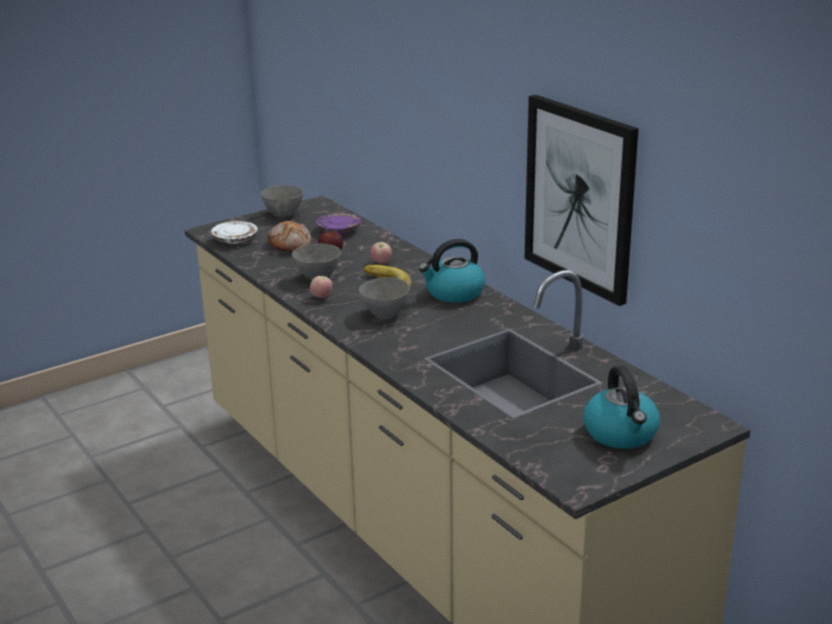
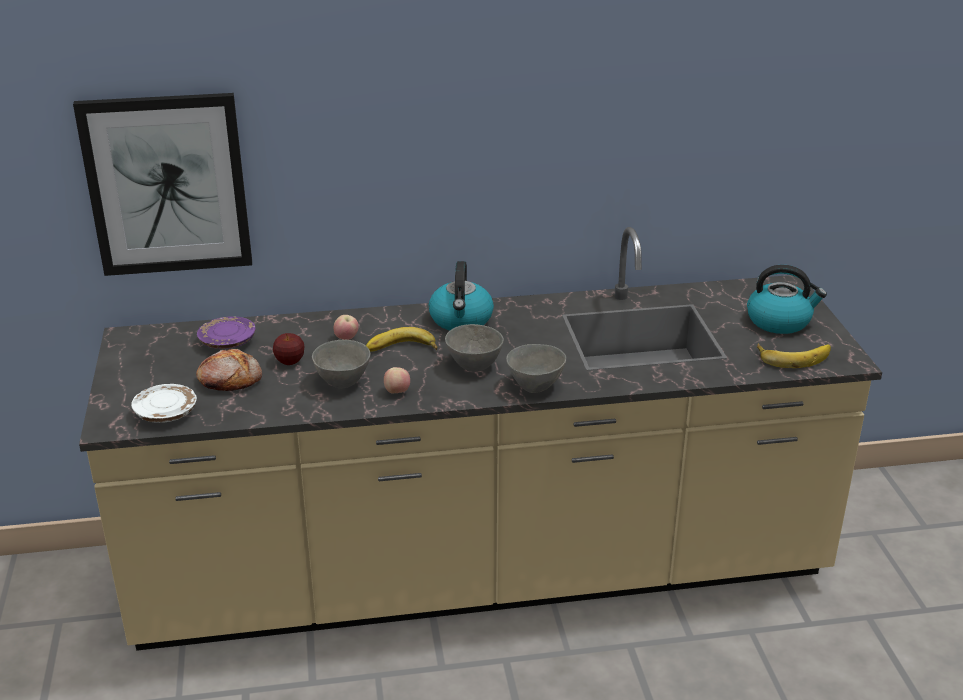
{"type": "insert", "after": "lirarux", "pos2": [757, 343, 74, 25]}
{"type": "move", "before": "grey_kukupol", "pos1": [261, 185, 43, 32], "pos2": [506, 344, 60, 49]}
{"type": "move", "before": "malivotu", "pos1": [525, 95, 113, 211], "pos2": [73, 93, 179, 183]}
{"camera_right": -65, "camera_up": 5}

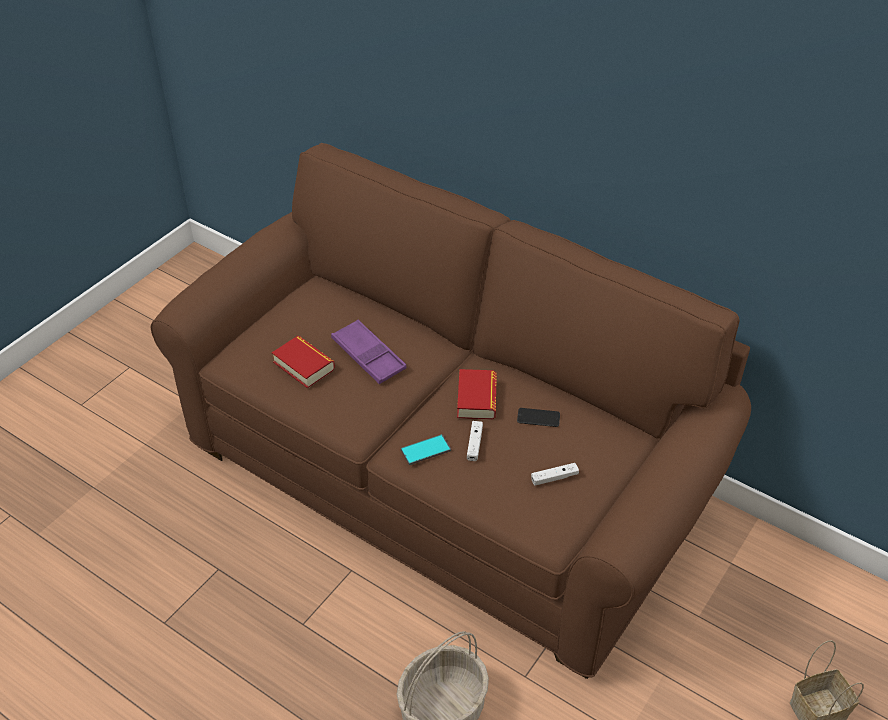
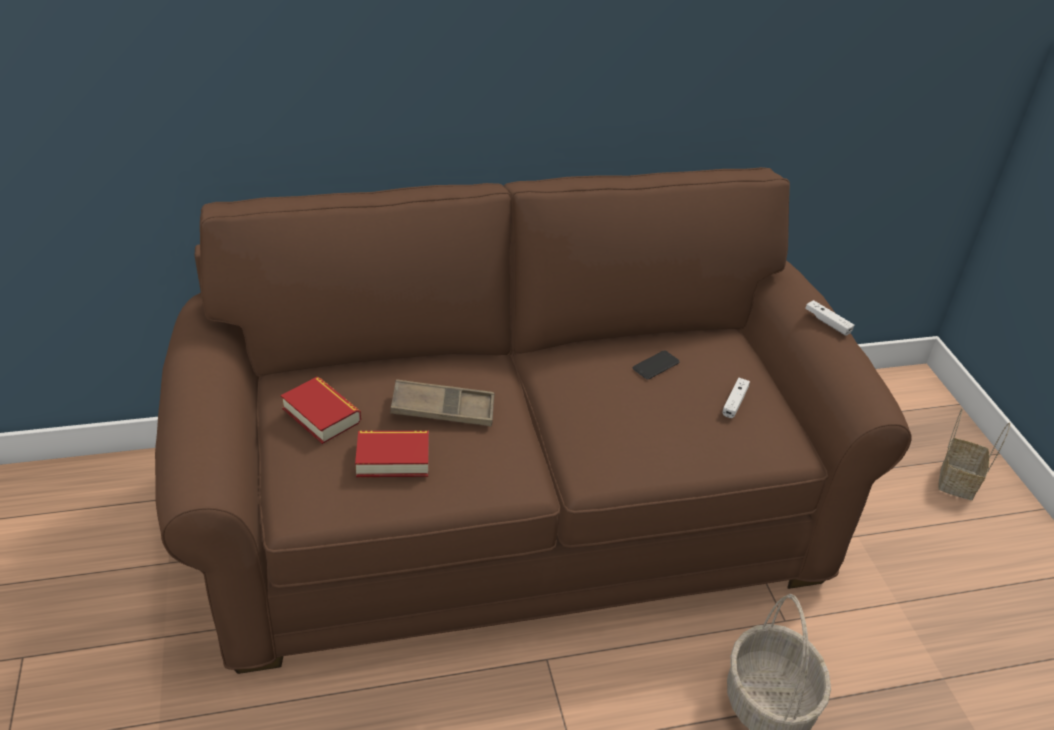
{"type": "delete", "before": "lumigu", "pos1": [401, 434, 50, 31]}
{"type": "move", "before": "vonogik", "pos1": [457, 369, 40, 51], "pos2": [281, 377, 80, 67]}
{"type": "move", "before": "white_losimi", "pos1": [467, 421, 16, 40], "pos2": [805, 300, 49, 36]}
{"type": "recolor", "before": "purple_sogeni", "after": "brown_sogeni", "pos1": [331, 319, 75, 65], "pos2": [390, 379, 104, 47]}
{"camera_right": -50, "camera_up": -5}

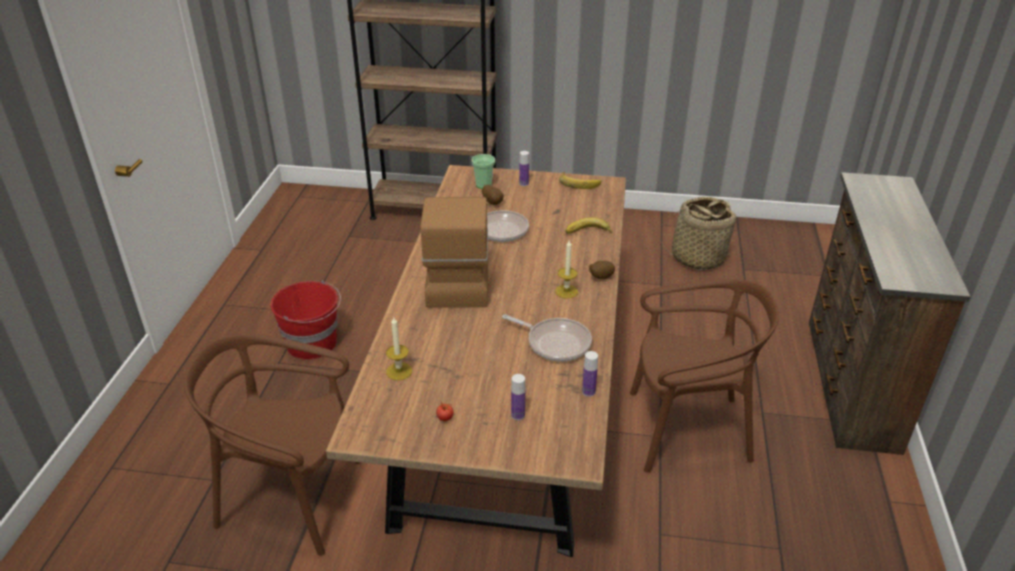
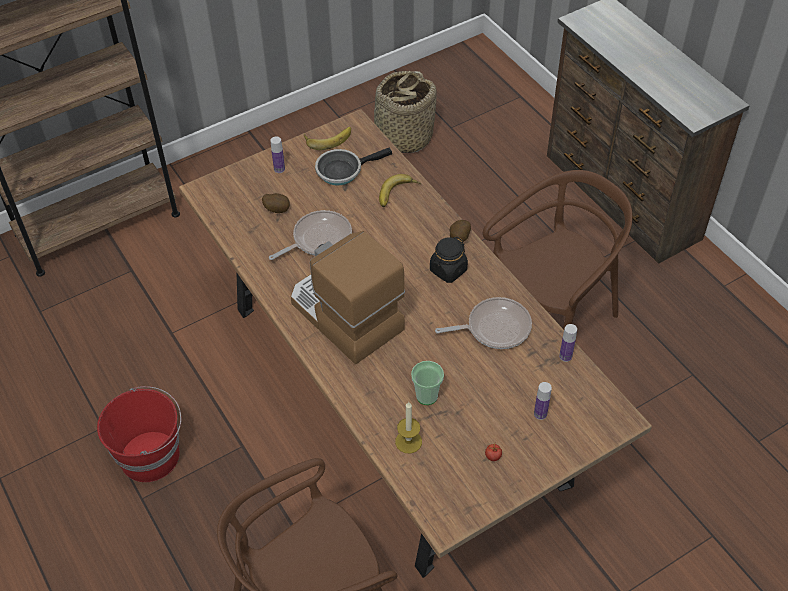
{"type": "insert", "after": "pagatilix", "pos2": [315, 148, 77, 37]}
{"type": "move", "before": "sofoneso", "pos1": [471, 154, 24, 35], "pos2": [411, 361, 33, 44]}
{"type": "replace", "before": "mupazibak", "after": "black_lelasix", "pos1": [555, 239, 23, 60], "pos2": [430, 237, 38, 46]}
{"camera_right": -40, "camera_up": 15}

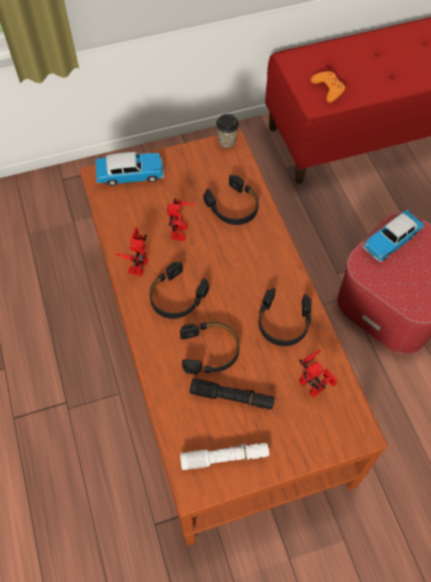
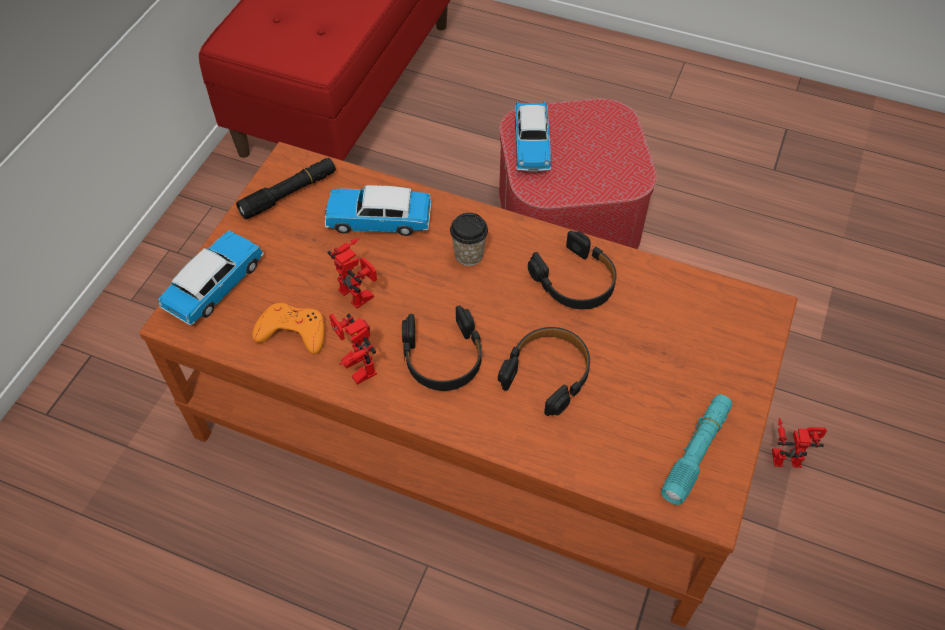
{"type": "move", "before": "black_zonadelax", "pos1": [190, 378, 85, 31], "pos2": [236, 158, 100, 61]}
{"type": "move", "before": "sofoneso", "pos1": [216, 114, 23, 34], "pos2": [450, 213, 38, 53]}
{"type": "move", "before": "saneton", "pos1": [299, 350, 38, 48], "pos2": [772, 418, 55, 50]}
{"type": "move", "before": "orange_losimi", "pos1": [310, 71, 35, 32], "pos2": [252, 303, 72, 51]}
{"type": "replace", "before": "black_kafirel", "after": "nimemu", "pos1": [203, 175, 56, 50], "pos2": [325, 185, 106, 51]}
{"type": "recolor", "before": "white_zonadelax", "after": "turquoise_zonadelax", "pos1": [180, 443, 89, 27], "pos2": [661, 394, 71, 111]}
{"camera_right": -50, "camera_up": -5}

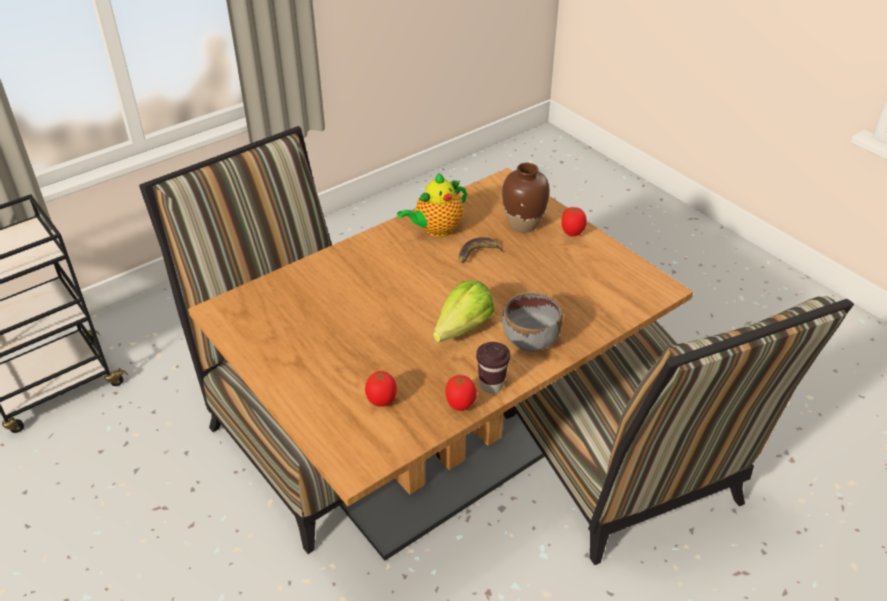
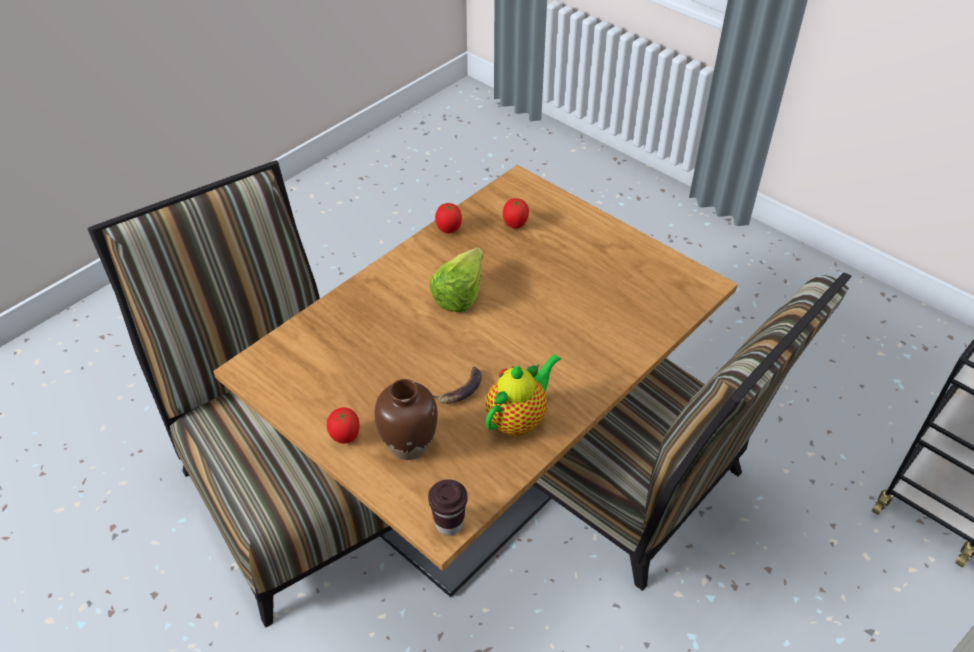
{"type": "delete", "before": "grey_kukupol", "pos1": [502, 292, 61, 60]}
{"type": "move", "before": "brown_sofoneso", "pos1": [476, 342, 34, 51], "pos2": [428, 479, 40, 56]}
{"camera_right": 170, "camera_up": 5}

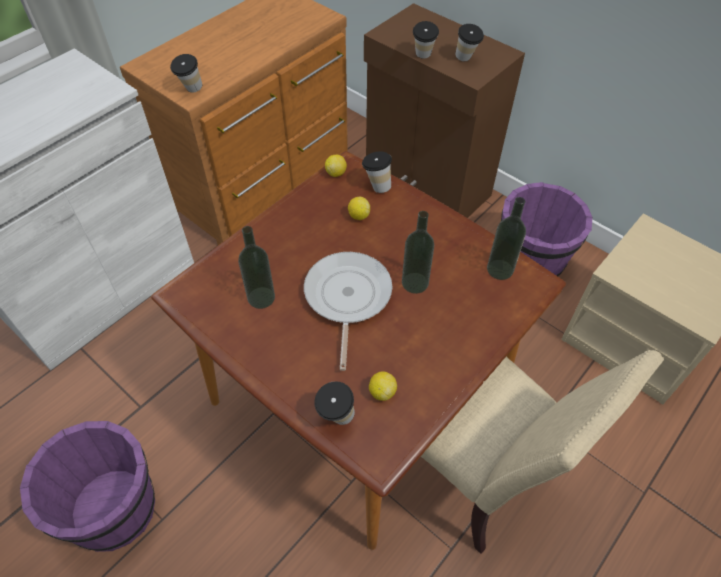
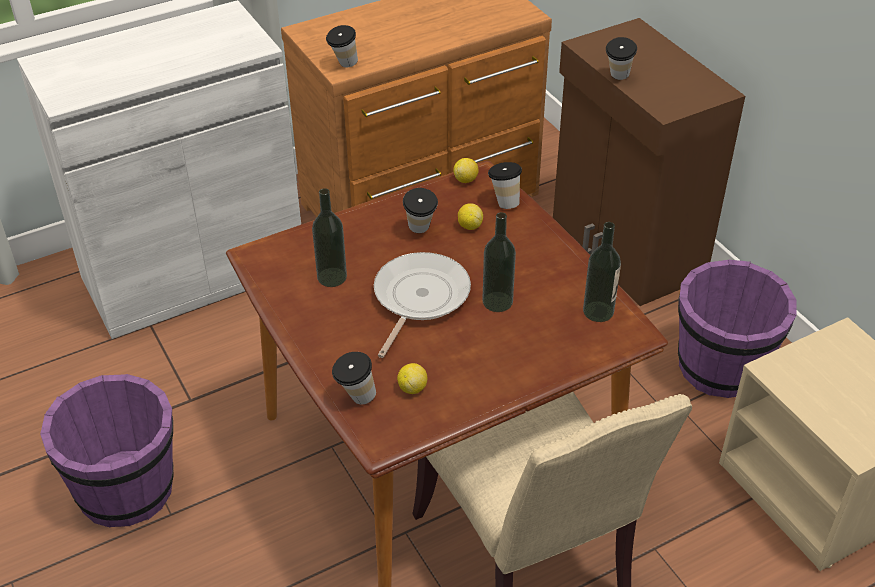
{"type": "move", "before": "sofoneso", "pos1": [455, 24, 29, 37], "pos2": [403, 188, 35, 45]}
{"camera_right": 20, "camera_up": -10}

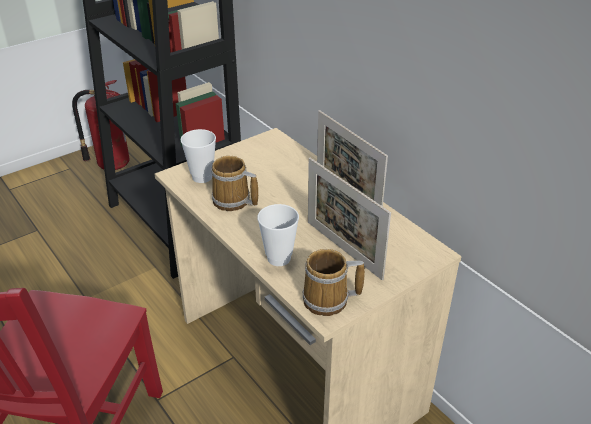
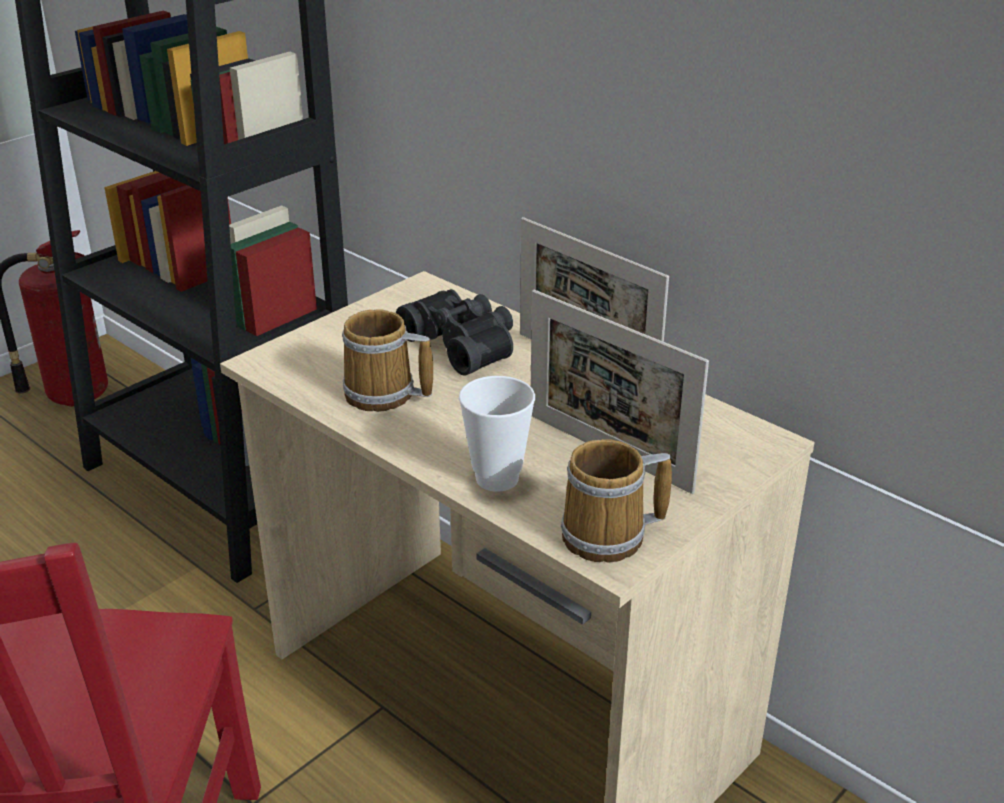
{"type": "delete", "before": "sofoneso", "pos1": [180, 129, 36, 54]}
{"type": "insert", "after": "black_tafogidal", "pos2": [396, 289, 117, 87]}
{"camera_right": -10, "camera_up": -5}

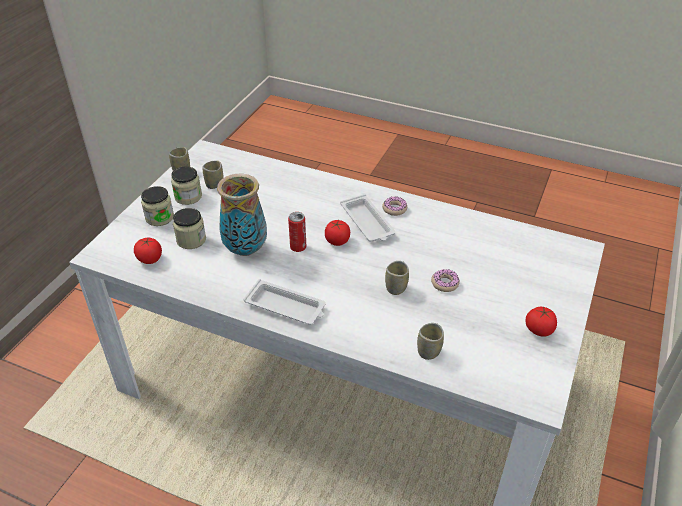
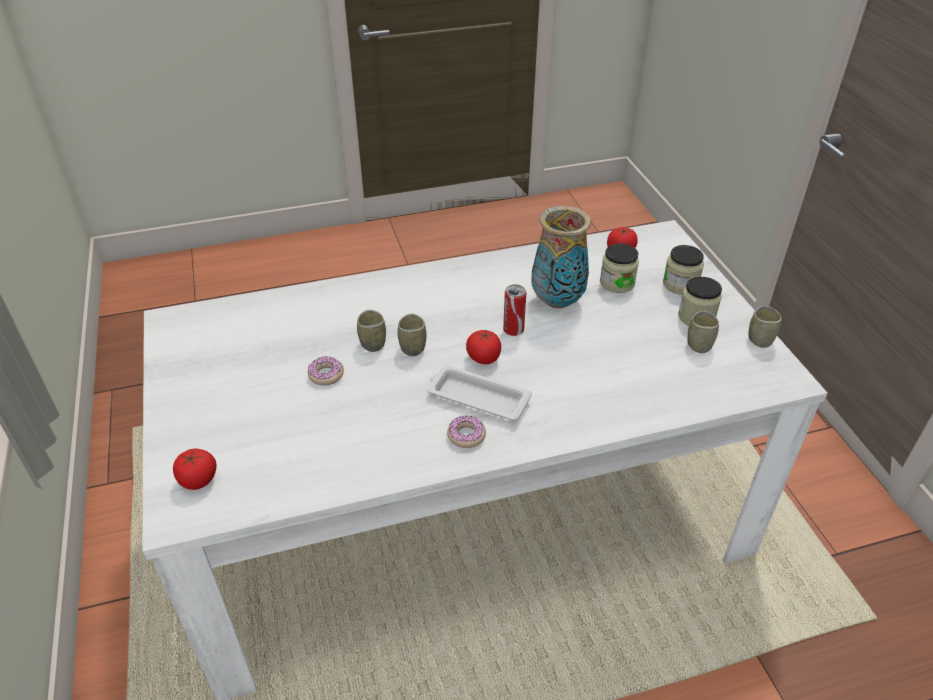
{"type": "delete", "before": "white_sogeni", "pos1": [243, 279, 83, 46]}
{"type": "move", "before": "sofoneso", "pos1": [417, 323, 27, 37], "pos2": [398, 314, 29, 42]}
{"type": "move", "before": "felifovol", "pos1": [526, 307, 31, 30], "pos2": [173, 449, 44, 41]}
{"camera_right": 140, "camera_up": 0}

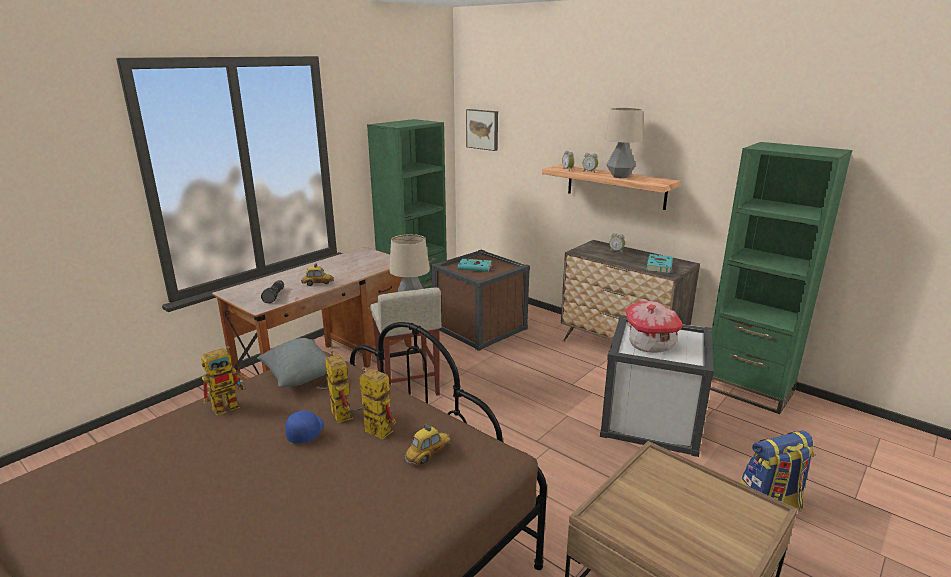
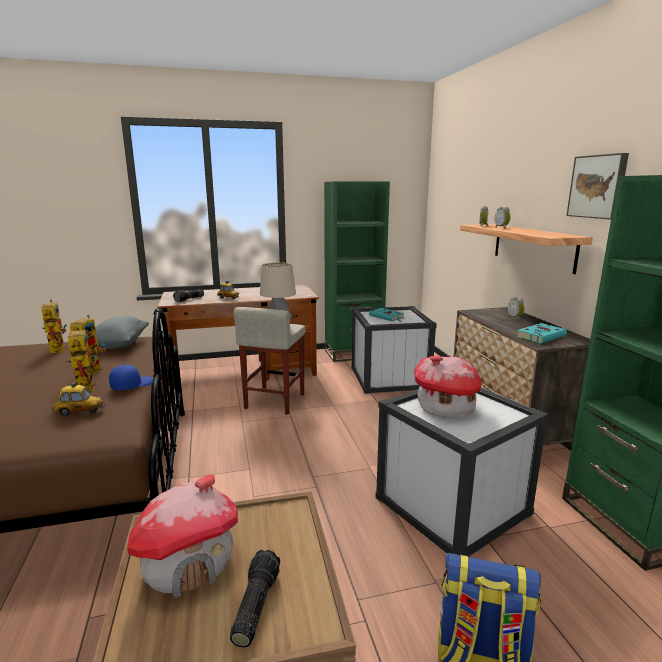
{"type": "delete", "before": "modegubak", "pos1": [605, 108, 38, 70]}
{"type": "insert", "after": "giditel", "pos2": [127, 475, 111, 123]}
{"type": "insert", "after": "zonadelax", "pos2": [230, 550, 50, 98]}
{"type": "move", "before": "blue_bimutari", "pos1": [285, 410, 39, 33], "pos2": [109, 365, 44, 26]}
{"type": "move", "before": "malivotu", "pos1": [466, 109, 32, 42], "pos2": [566, 153, 63, 67]}
{"type": "recolor", "before": "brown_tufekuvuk", "after": "white_tufekuvuk", "pos1": [431, 250, 99, 101], "pos2": [351, 306, 86, 88]}
{"type": "rotate", "before": "saneton", "pos1": [201, 346, 45, 70], "pos2": [41, 300, 26, 53], "turn": -105}
{"camera_right": 35, "camera_up": -5}

